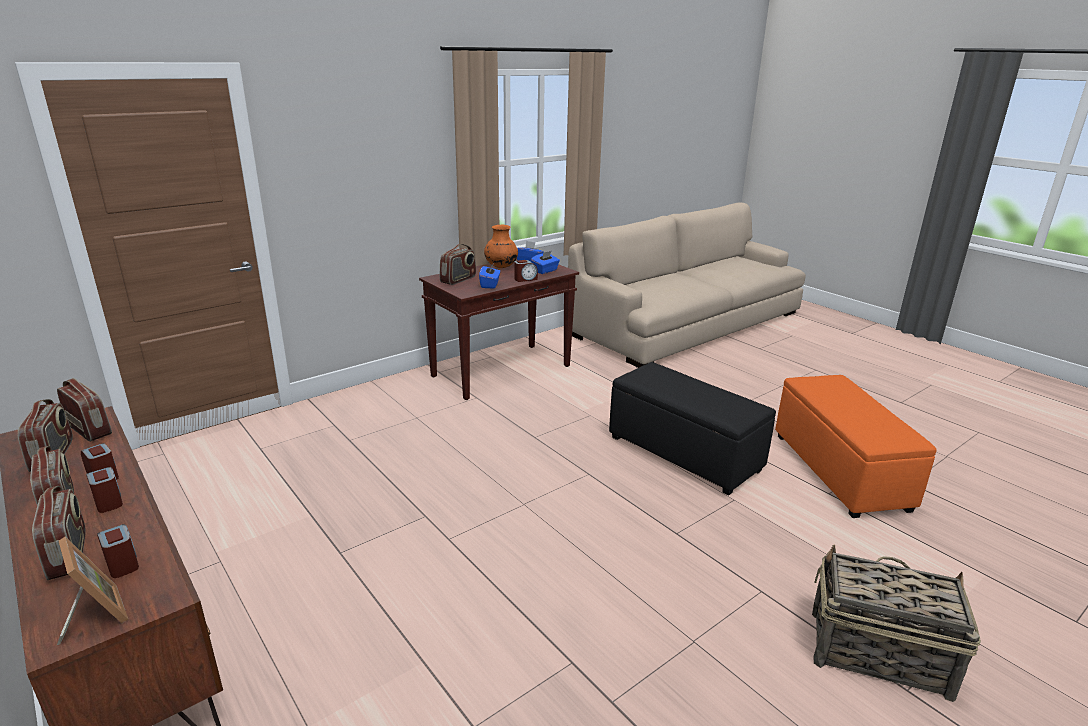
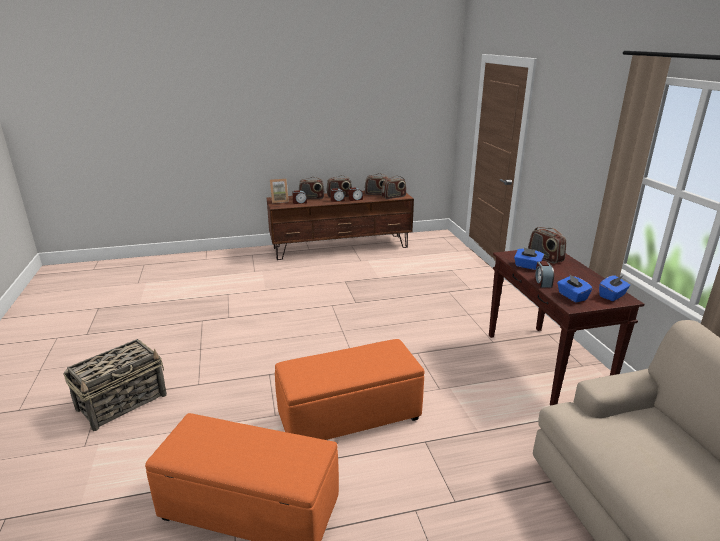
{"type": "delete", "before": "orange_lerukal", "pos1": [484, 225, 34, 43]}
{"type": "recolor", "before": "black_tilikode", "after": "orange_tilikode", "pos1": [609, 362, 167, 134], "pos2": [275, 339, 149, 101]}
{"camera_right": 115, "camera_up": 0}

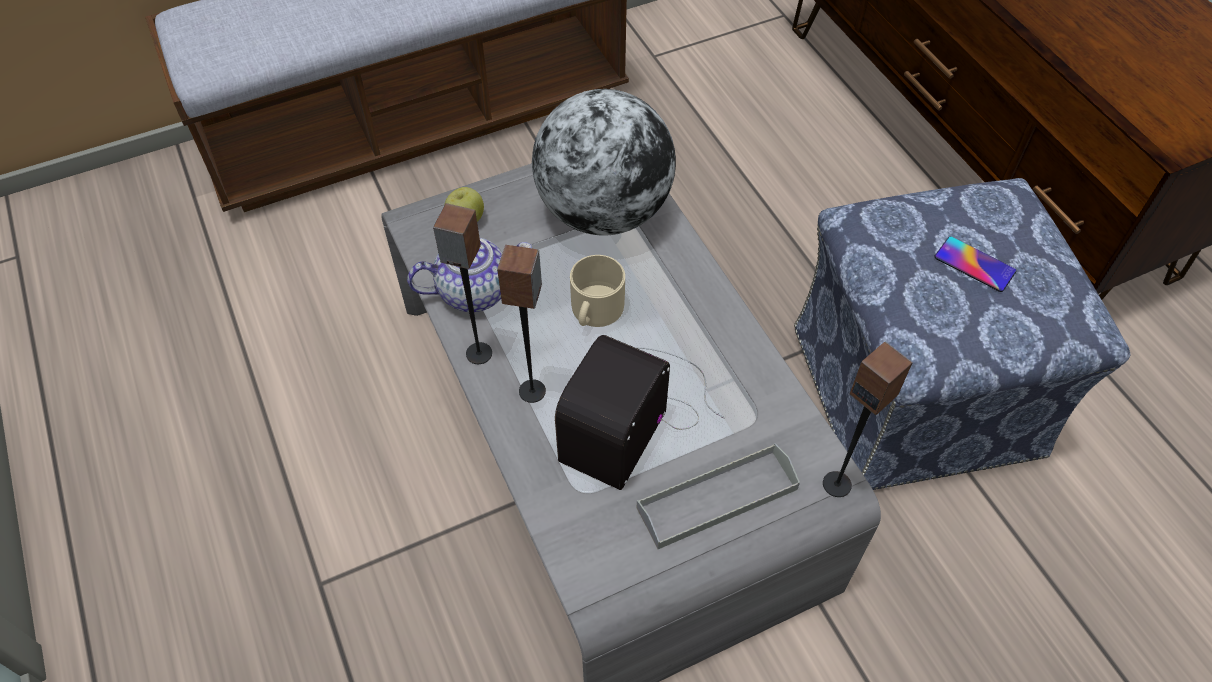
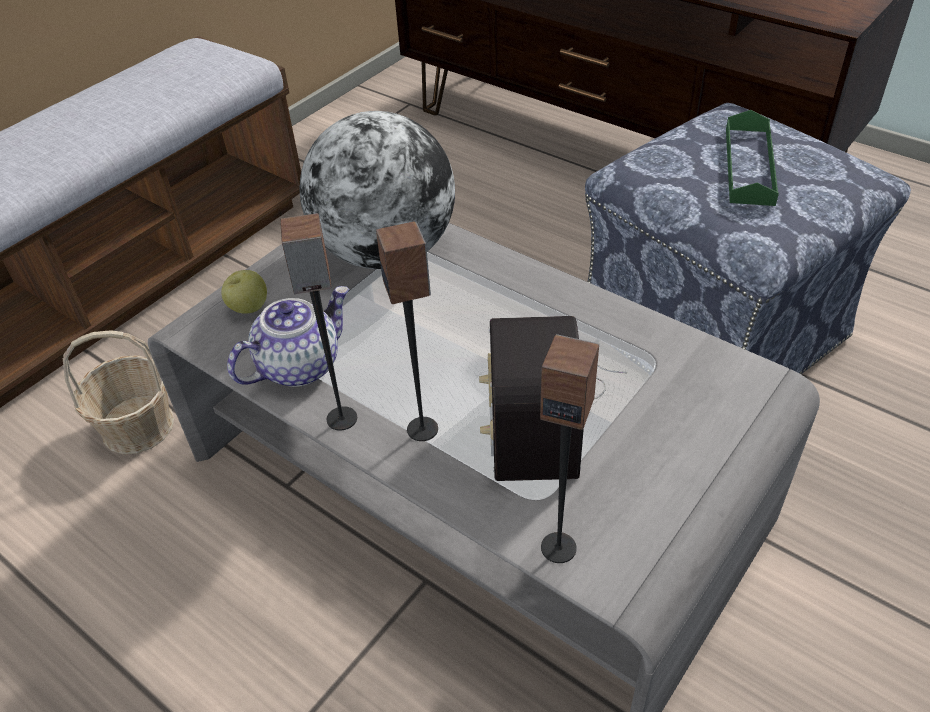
{"type": "delete", "before": "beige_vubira", "pos1": [570, 255, 55, 72]}
{"type": "delete", "before": "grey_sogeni", "pos1": [636, 443, 164, 106]}
{"type": "insert", "after": "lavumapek", "pos2": [63, 330, 111, 124]}
{"type": "move", "before": "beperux", "pos1": [823, 341, 90, 156], "pos2": [540, 334, 59, 229]}
{"type": "replace", "before": "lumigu", "after": "green_sogeni", "pos1": [934, 236, 82, 56], "pos2": [726, 110, 53, 96]}
{"camera_right": -25, "camera_up": -10}

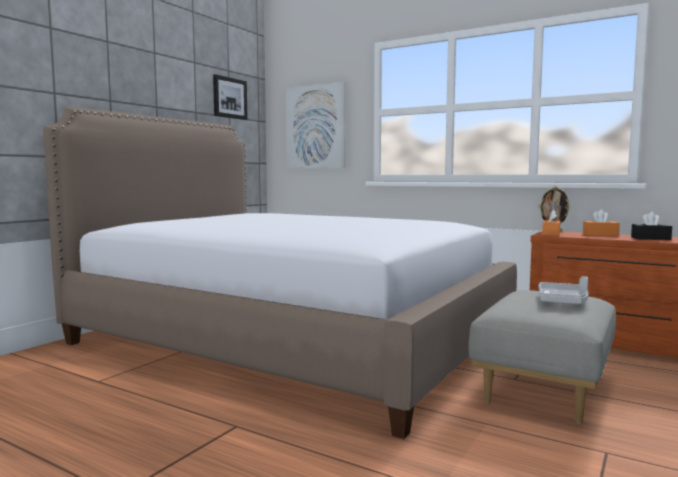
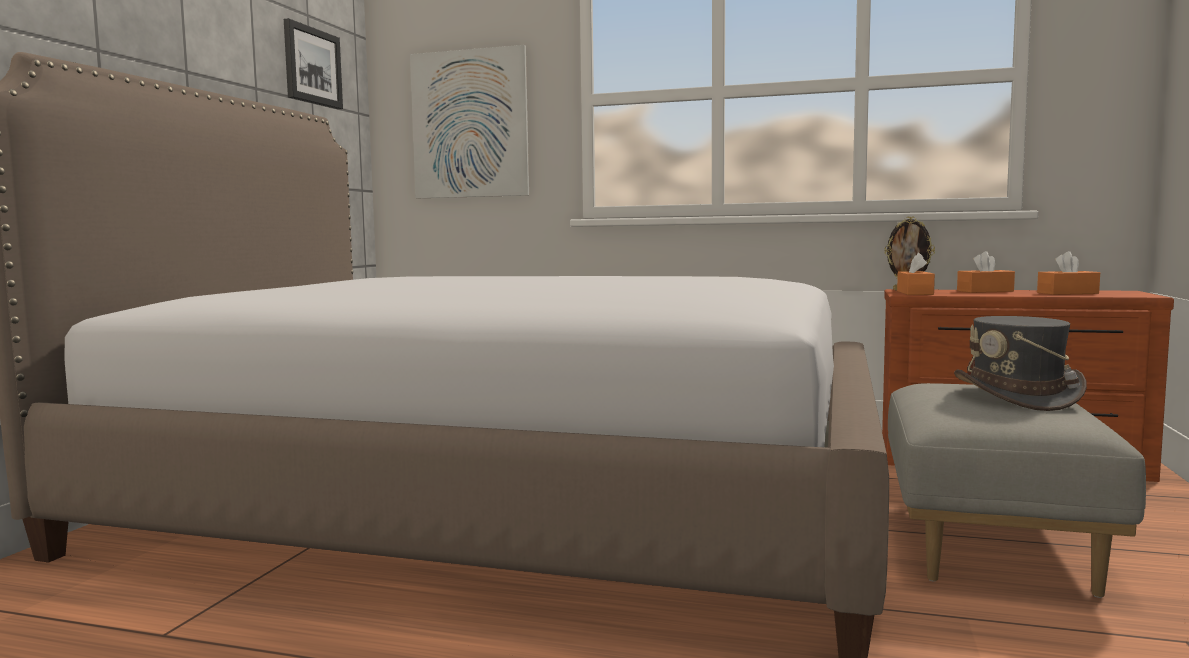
{"type": "replace", "before": "grey_sogeni", "after": "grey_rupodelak", "pos1": [539, 276, 50, 28], "pos2": [954, 316, 133, 95]}
{"type": "recolor", "before": "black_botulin", "after": "orange_botulin", "pos1": [631, 212, 41, 28], "pos2": [1037, 251, 63, 44]}
{"camera_right": -15, "camera_up": 0}

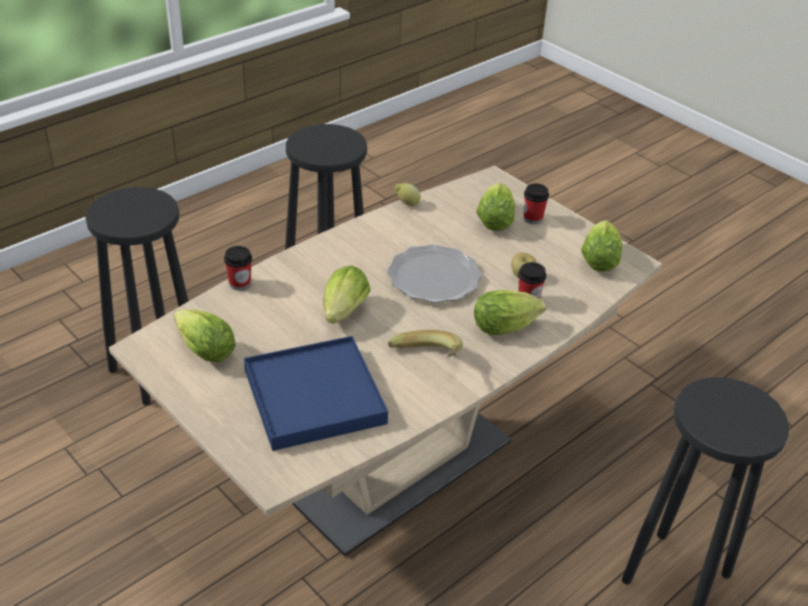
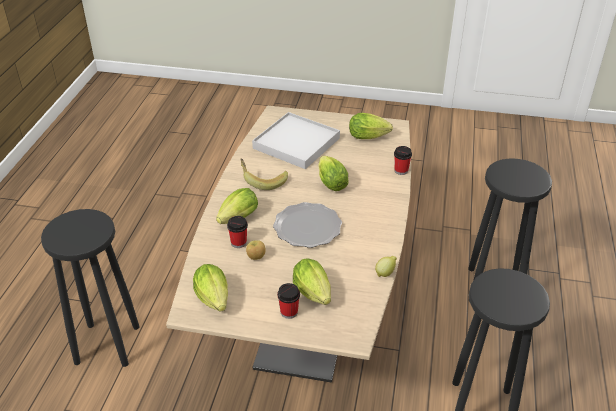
{"type": "recolor", "before": "blue_sogeni", "after": "white_sogeni", "pos1": [244, 336, 144, 115], "pos2": [252, 112, 88, 57]}
{"camera_right": 145, "camera_up": 0}

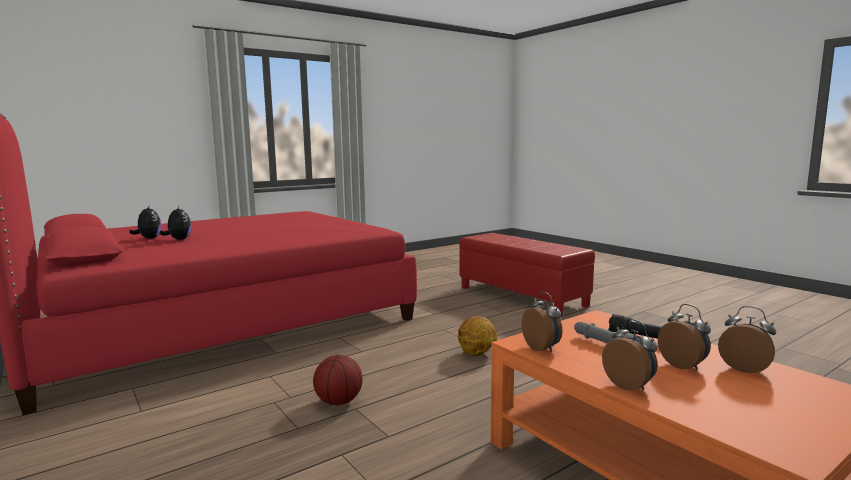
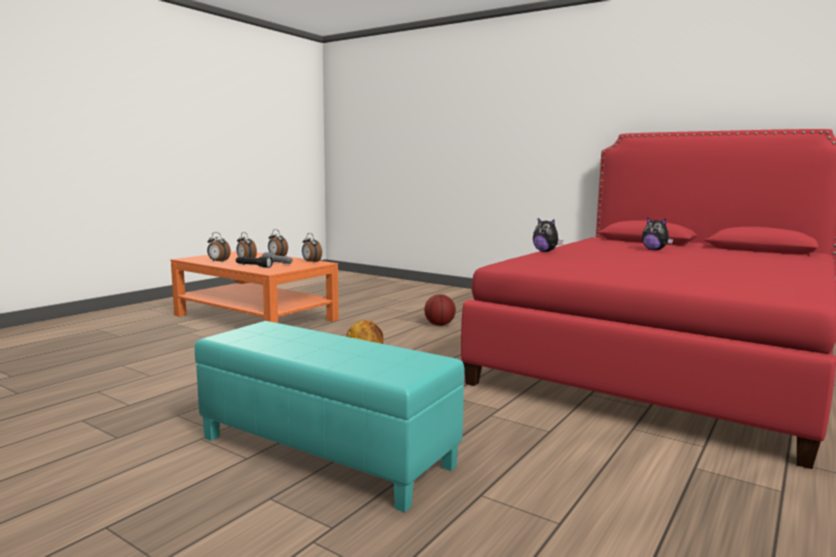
{"type": "move", "before": "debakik", "pos1": [129, 206, 33, 33], "pos2": [533, 218, 30, 34]}
{"type": "recolor", "before": "red_tilikode", "after": "turquoise_tilikode", "pos1": [459, 233, 136, 83], "pos2": [195, 321, 269, 191]}
{"camera_right": 160, "camera_up": 0}

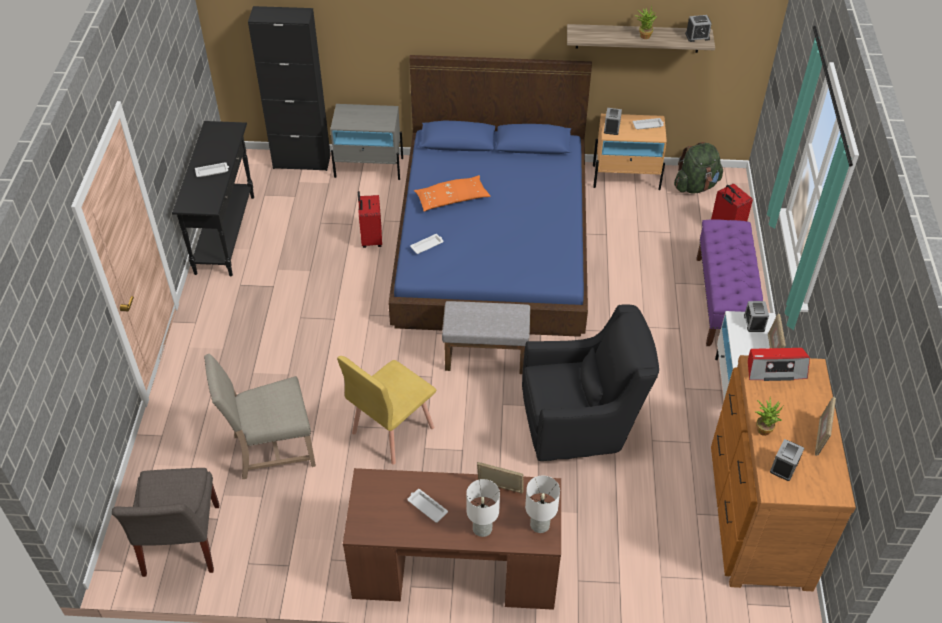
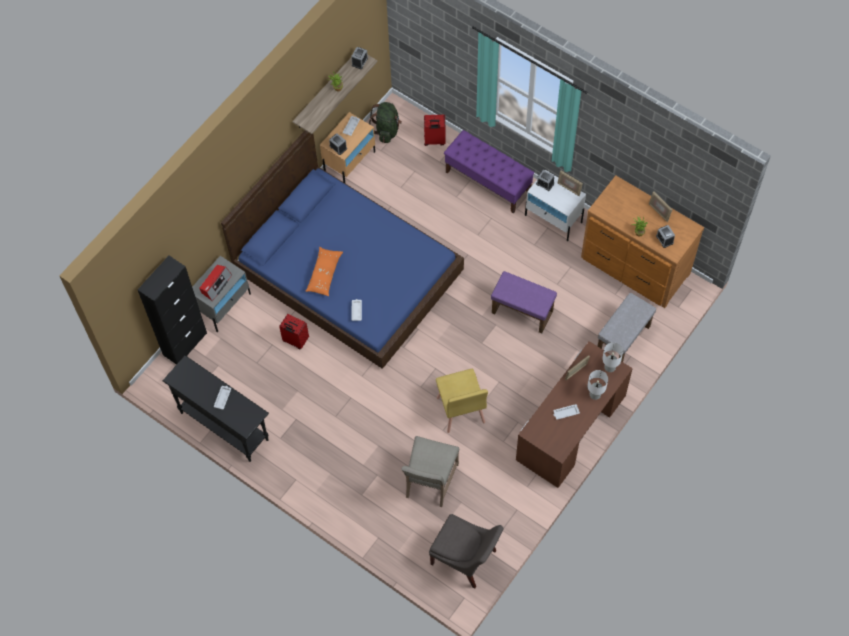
{"type": "move", "before": "grey_tilikode", "pos1": [442, 301, 88, 73], "pos2": [598, 293, 58, 69]}
{"type": "move", "before": "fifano", "pos1": [748, 348, 62, 33], "pos2": [199, 265, 33, 36]}
{"type": "replace", "before": "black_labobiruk", "after": "purple_tilikode", "pos1": [522, 305, 137, 156], "pos2": [491, 271, 66, 63]}
{"camera_right": -55, "camera_up": 15}

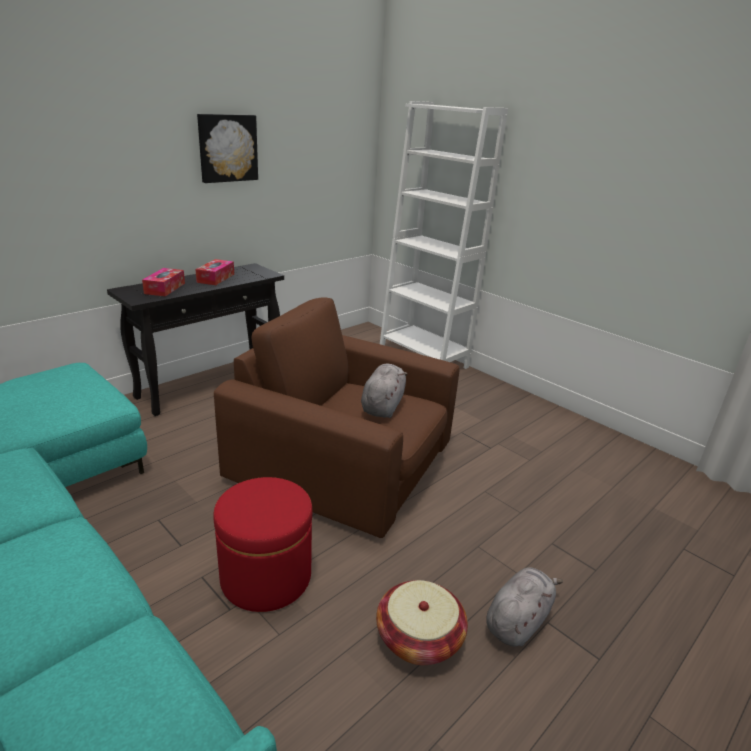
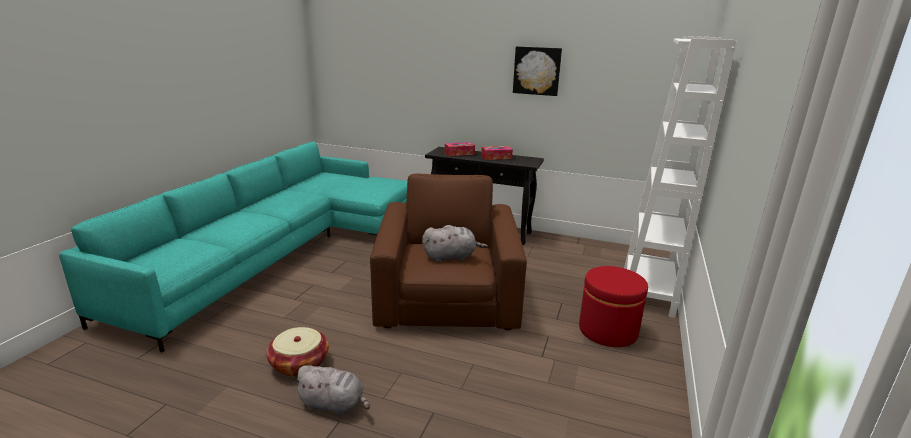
{"type": "move", "before": "red_tilikode", "pos1": [213, 477, 99, 135], "pos2": [579, 266, 69, 81]}
{"camera_right": 65, "camera_up": -5}

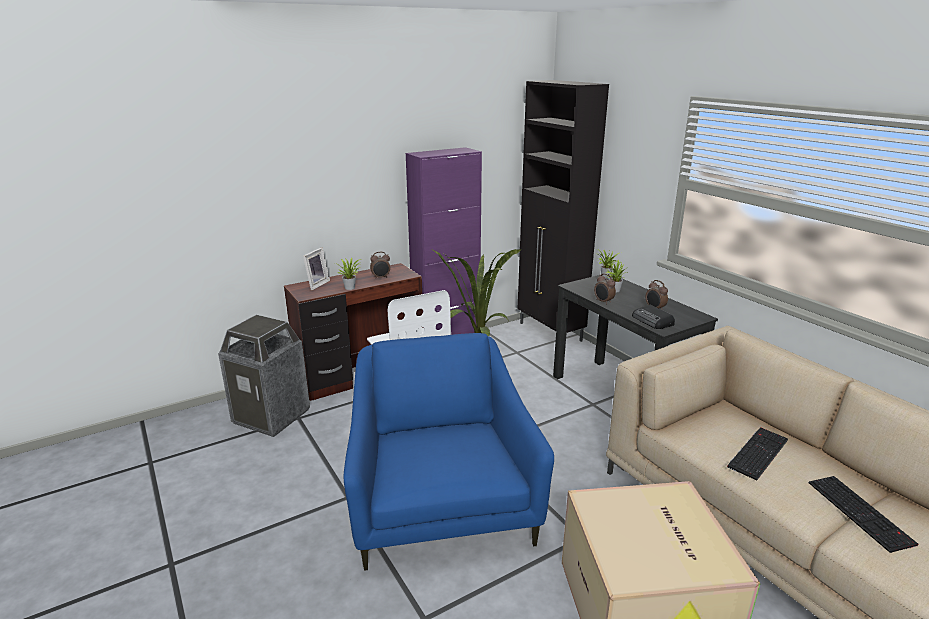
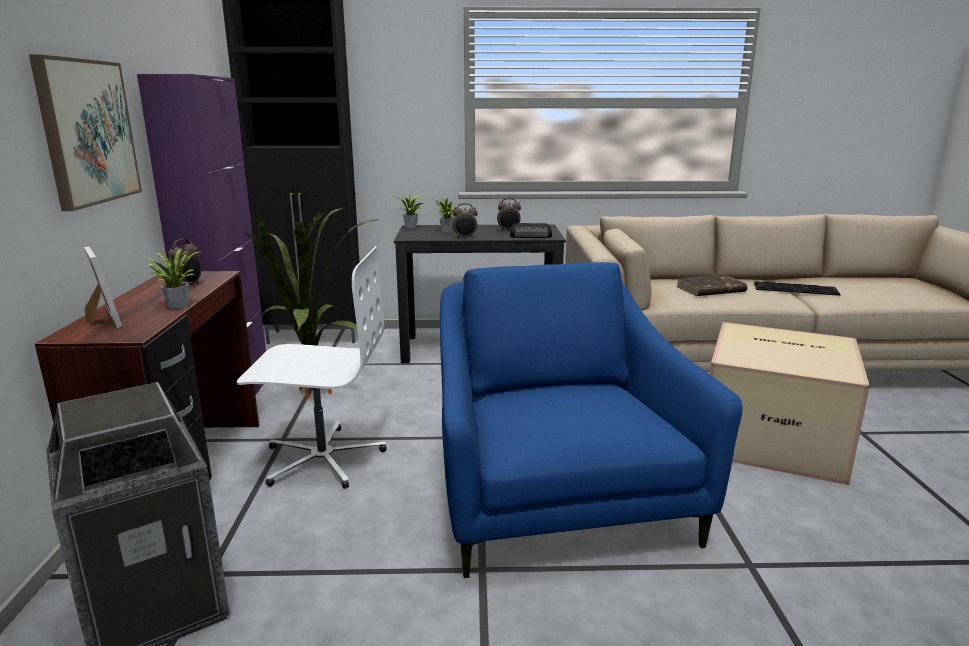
{"type": "insert", "after": "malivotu", "pos2": [29, 54, 113, 157]}
{"type": "replace", "before": "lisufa", "after": "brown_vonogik", "pos1": [727, 427, 61, 54], "pos2": [676, 275, 72, 21]}
{"type": "rotate", "before": "blue_labobiruk", "pos1": [343, 333, 211, 238], "pos2": [440, 262, 303, 316], "turn": 60}
{"camera_right": -60, "camera_up": -5}

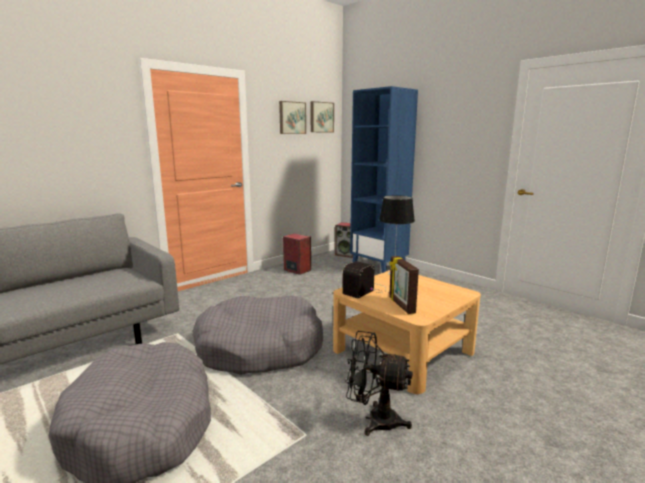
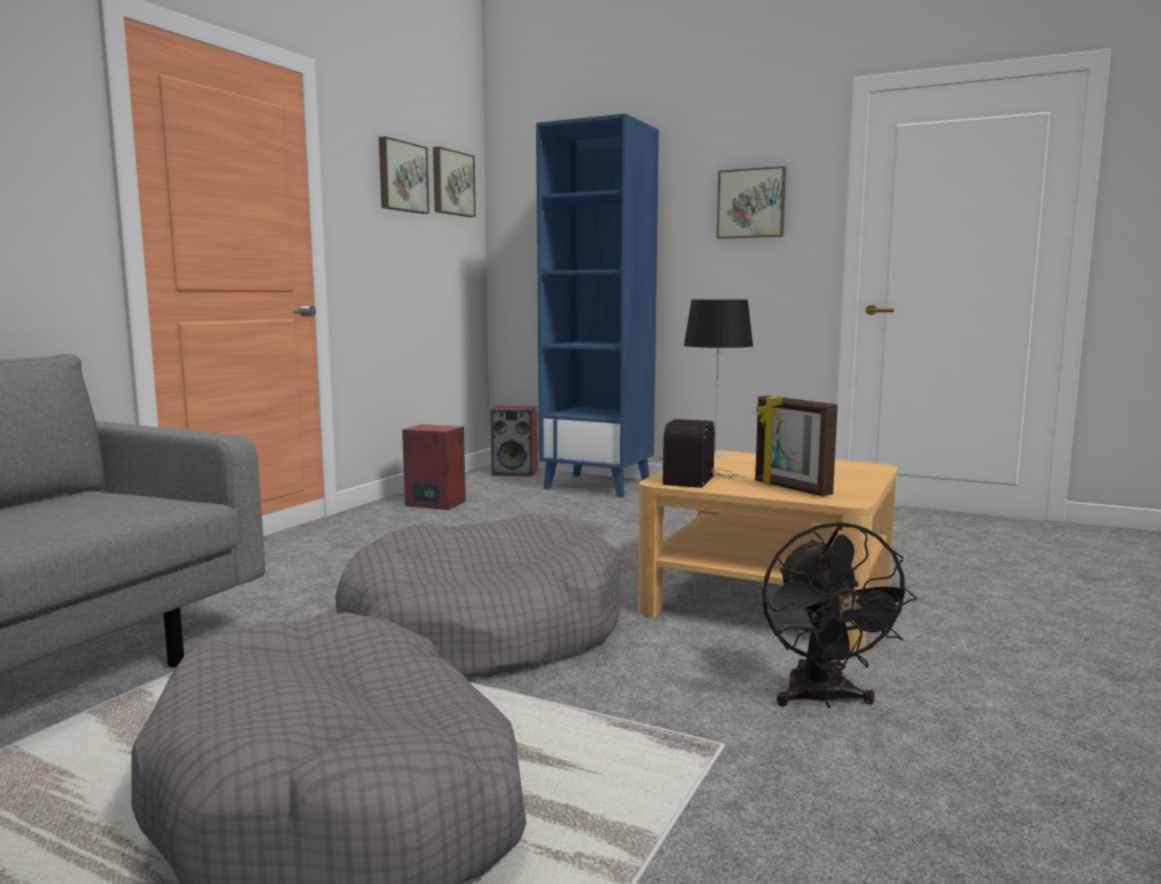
{"type": "insert", "after": "malivotu", "pos2": [717, 166, 69, 73]}
{"type": "rotate", "before": "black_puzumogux", "pos1": [345, 331, 68, 105], "pos2": [762, 521, 155, 187], "turn": -90}
{"camera_right": -20, "camera_up": -5}

